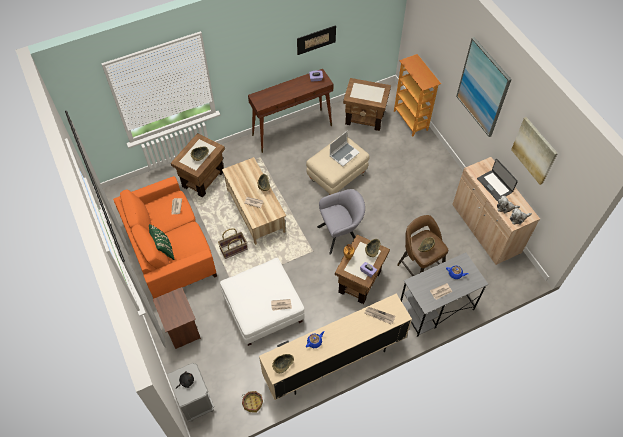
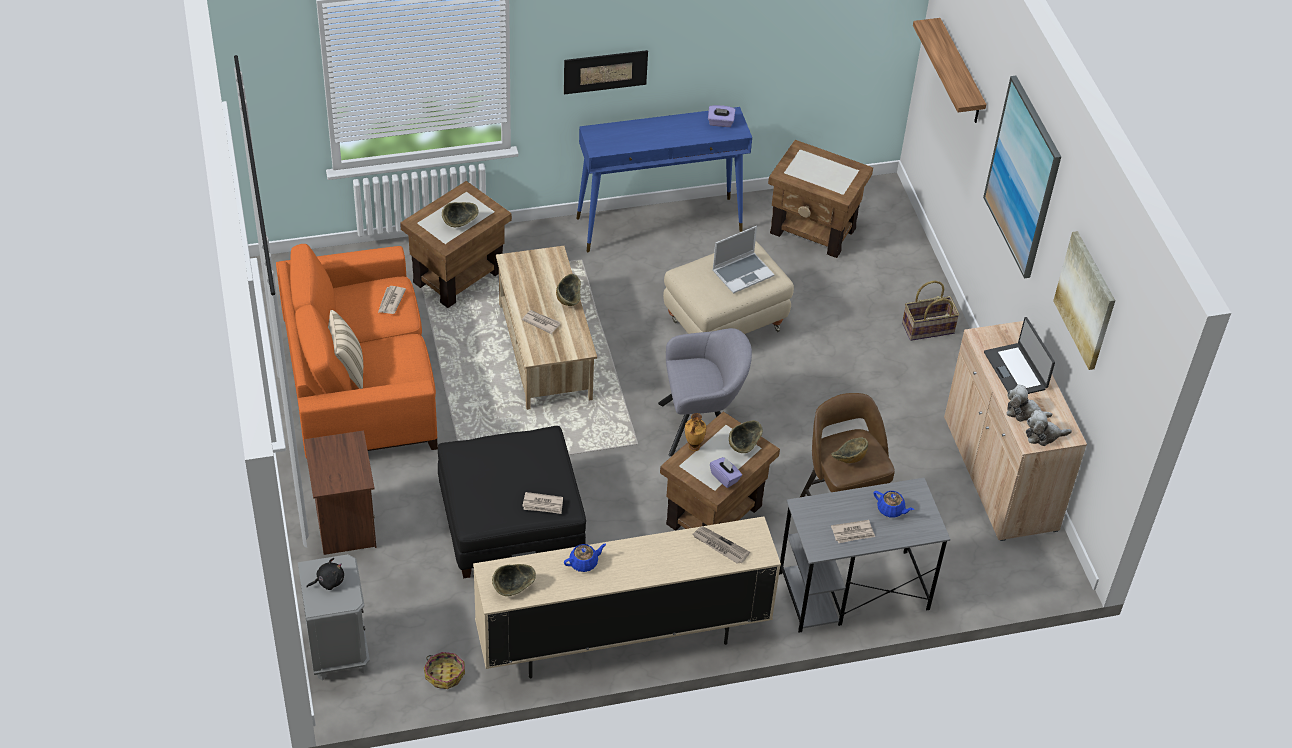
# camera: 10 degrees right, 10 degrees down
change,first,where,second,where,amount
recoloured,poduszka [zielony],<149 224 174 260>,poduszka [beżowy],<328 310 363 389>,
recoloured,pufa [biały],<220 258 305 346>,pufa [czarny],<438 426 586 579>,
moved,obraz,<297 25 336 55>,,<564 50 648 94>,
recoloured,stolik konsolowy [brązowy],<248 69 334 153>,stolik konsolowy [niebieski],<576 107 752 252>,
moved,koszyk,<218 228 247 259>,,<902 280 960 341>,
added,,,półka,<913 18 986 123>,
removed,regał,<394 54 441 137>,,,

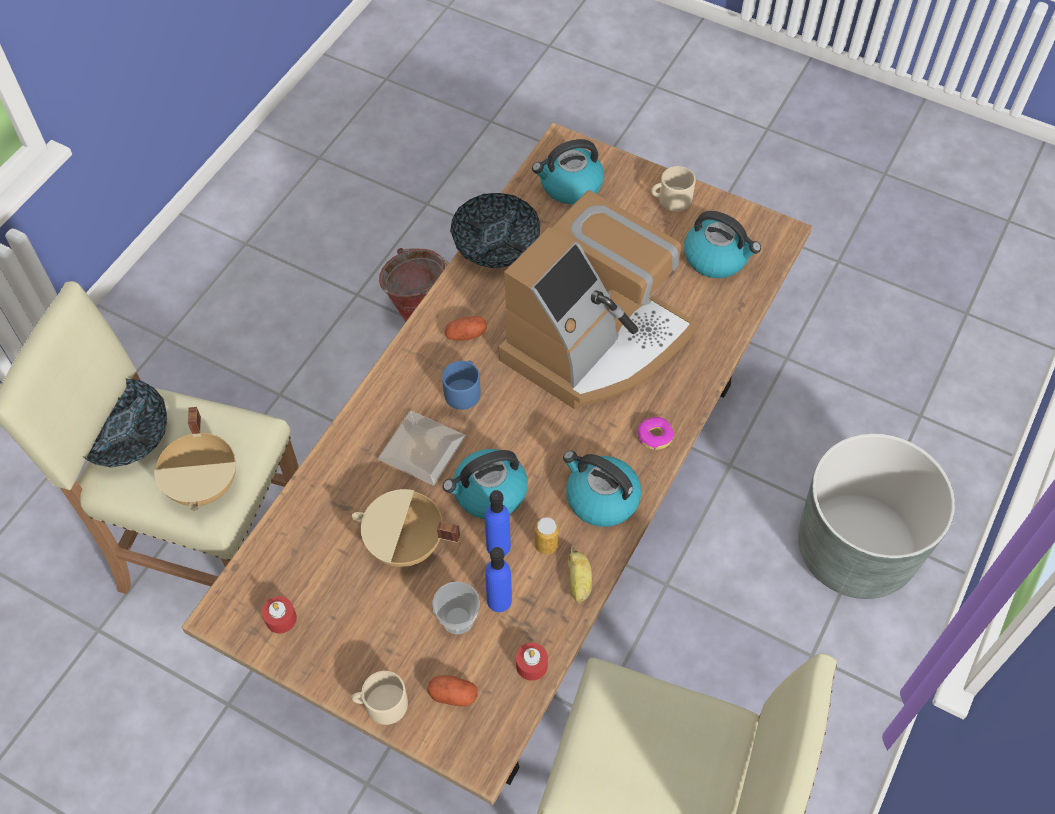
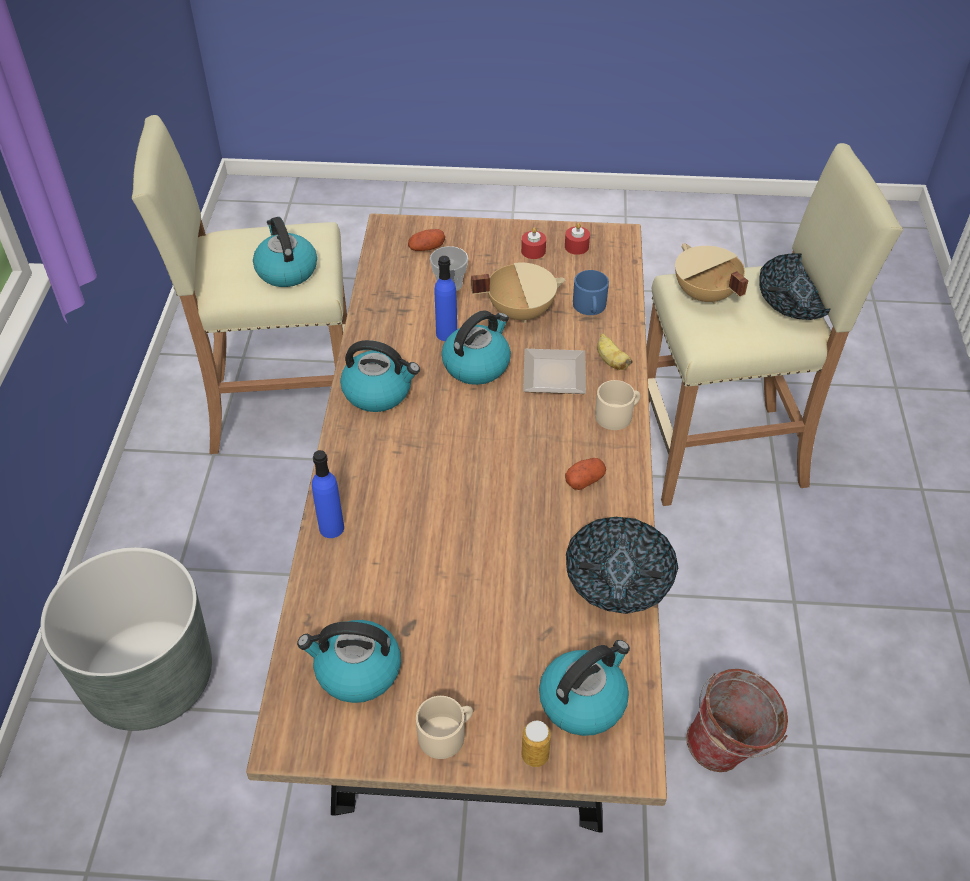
# camera: 155 degrees right, 10 degrees down
change,first,where,second,where,amount
added,,,czajnik,<253 217 317 287>,
moved,butelka [niebieski],<485 547 512 612>,,<312 450 344 538>,
moved,świeca [czerwony],<516 643 548 681>,,<521 227 546 259>,
moved,puszka,<535 517 559 555>,,<522 721 551 767>,
moved,kubek [niebieski],<442 360 481 410>,,<573 270 609 315>,
moved,kubek [beżowy],<351 671 408 725>,,<595 380 641 430>,
moved,banan,<568 546 592 604>,,<597 333 633 370>,
removed,ekspres do kawy,<499 190 700 409>,,,
removed,donut,<637 417 674 450>,,,

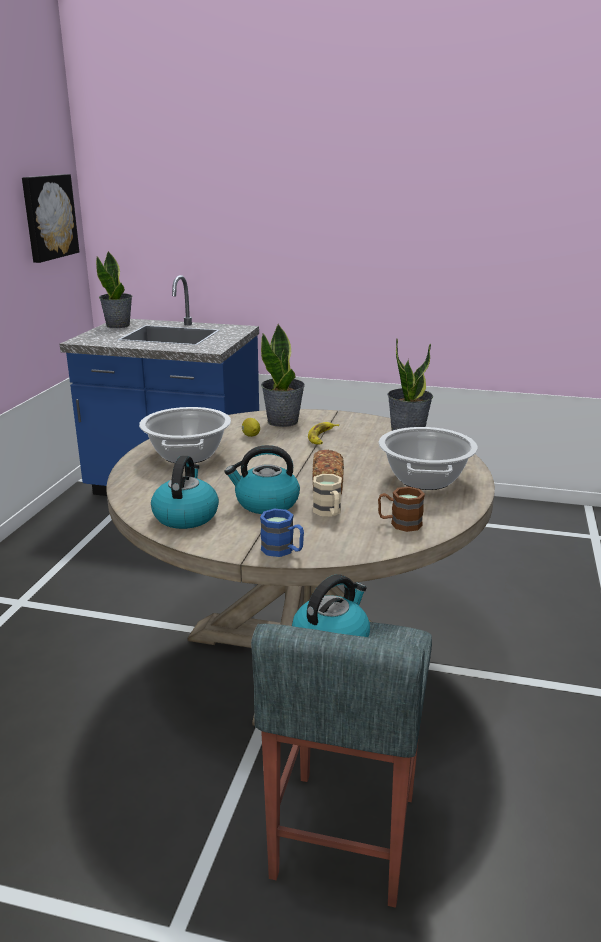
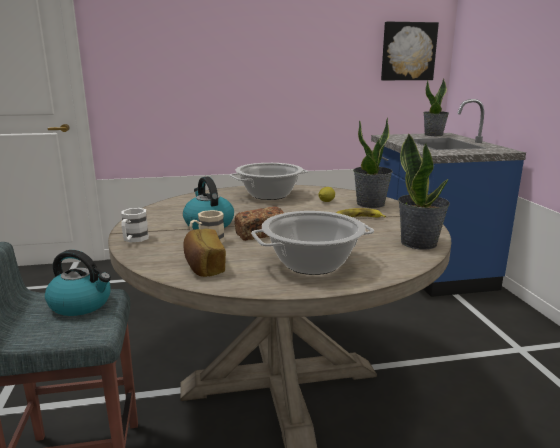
# camera: 65 degrees right, 5 degrees down
change,first,where,second,where,amount
recoloured,kubek [niebieski],<260 509 304 557>,kubek [biały],<121 208 149 242>,
replaced,kubek [brązowy],<378 487 425 532>,chleb,<183 229 226 277>,
removed,czajnik,<151 456 219 529>,,,

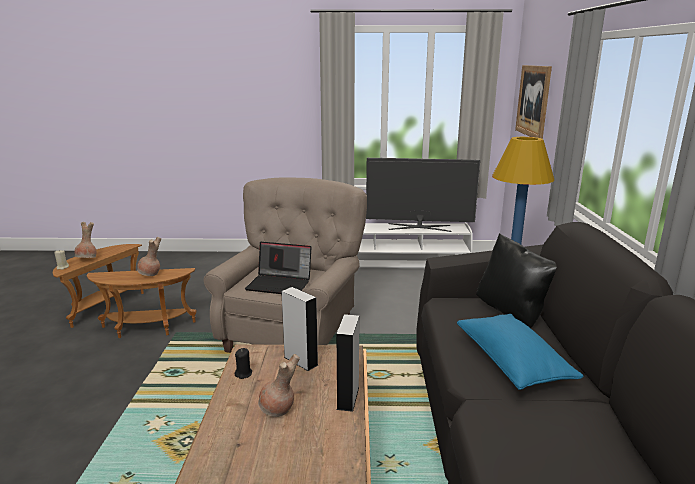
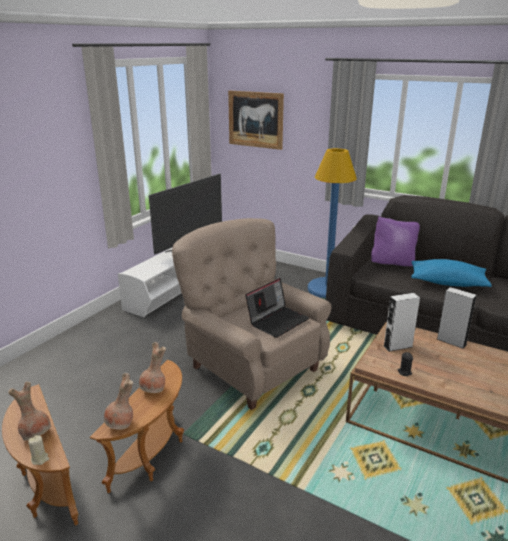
# camera: 60 degrees left, 5 degrees up
change,first,where,second,where,amount
moved,wazon [brązowy],<258 354 300 417>,,<104 373 133 430>,
recoloured,poduszka [czarny],<476 233 556 328>,poduszka [fioletowy],<371 216 420 266>,

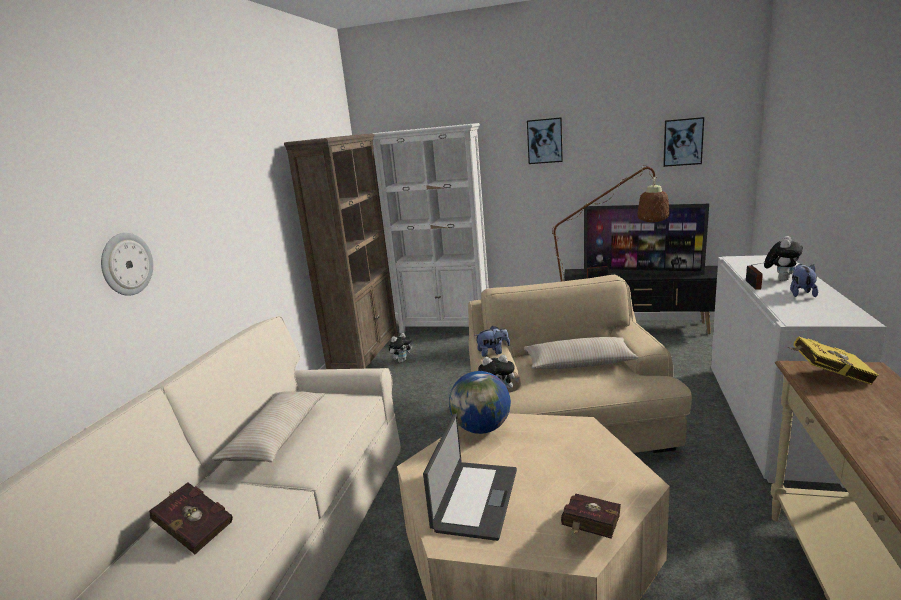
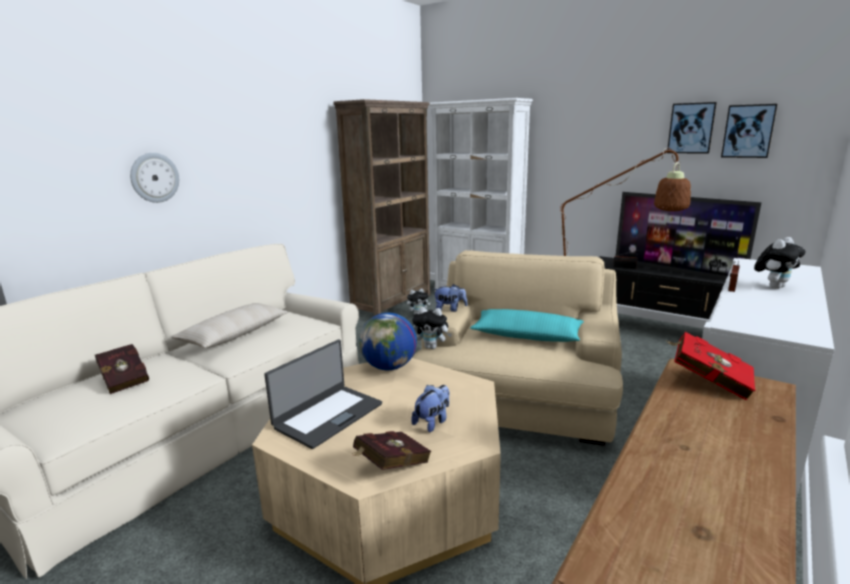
# camera: 20 degrees right, 0 degrees up
change,first,where,second,where,amount
moved,pluszak,<790 264 818 297>,,<411 385 450 432>,
recoloured,poduszka [beżowy],<524 337 639 369>,poduszka [turkusowy],<470 309 584 342>,
recoloured,książka [żółty],<788 336 879 385>,książka [czerwony],<665 332 755 401>,
moved,obraz,<527 117 563 164>,,<667 102 717 154>,

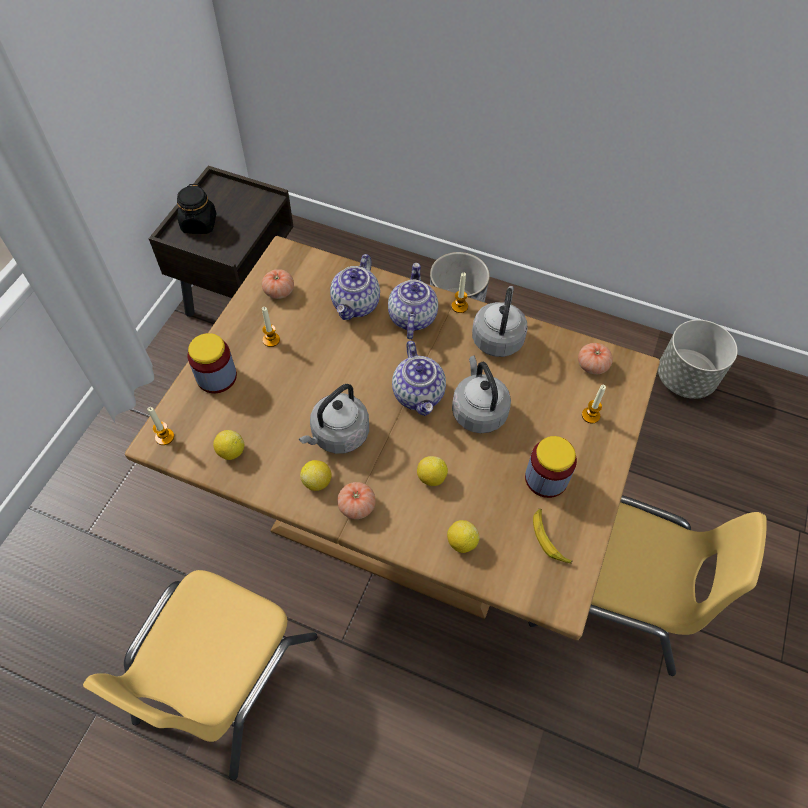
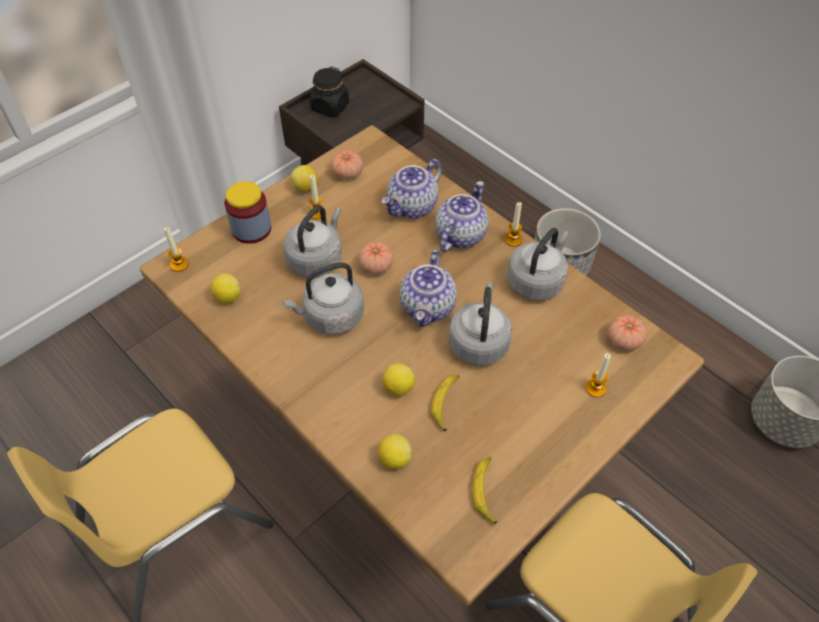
# camera: 25 degrees right, 5 degrees down
change,first,where,second,where,amount
added,,,czajnik [szary],<283 205 342 278>,
moved,cytryna,<300 460 332 491>,,<291 165 317 192>,
moved,pomidor,<337 482 376 519>,,<358 242 394 275>,
added,,,banan,<431 375 460 431>,
removed,słoik,<525 436 577 498>,,,

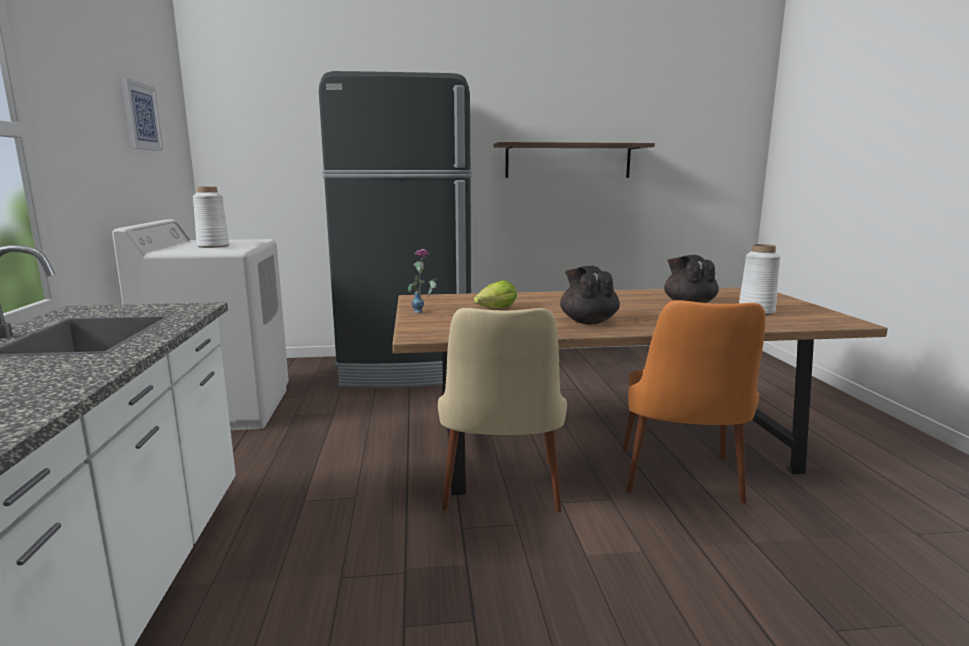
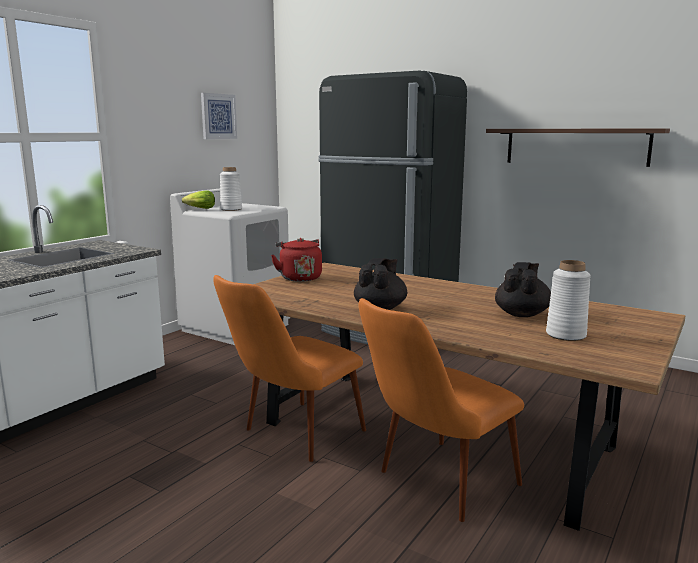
# camera: 40 degrees right, 0 degrees up
change,first,where,second,where,amount
moved,sałata,<474 280 517 308>,,<182 191 215 209>,
recoloured,krzesło [beżowy],<438 308 567 512>,krzesło [pomarańczowy],<213 275 366 462>,
replaced,wazon,<408 249 438 313>,czajnik [czerwony],<271 238 322 282>,

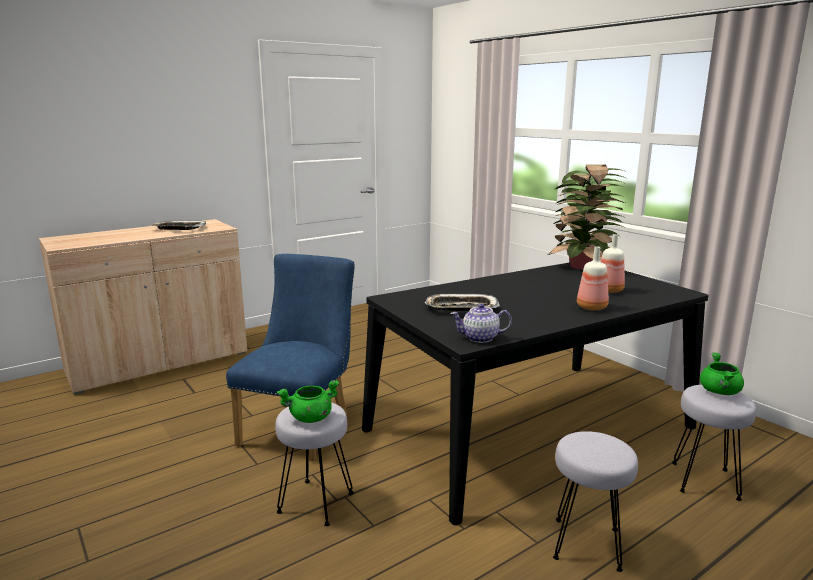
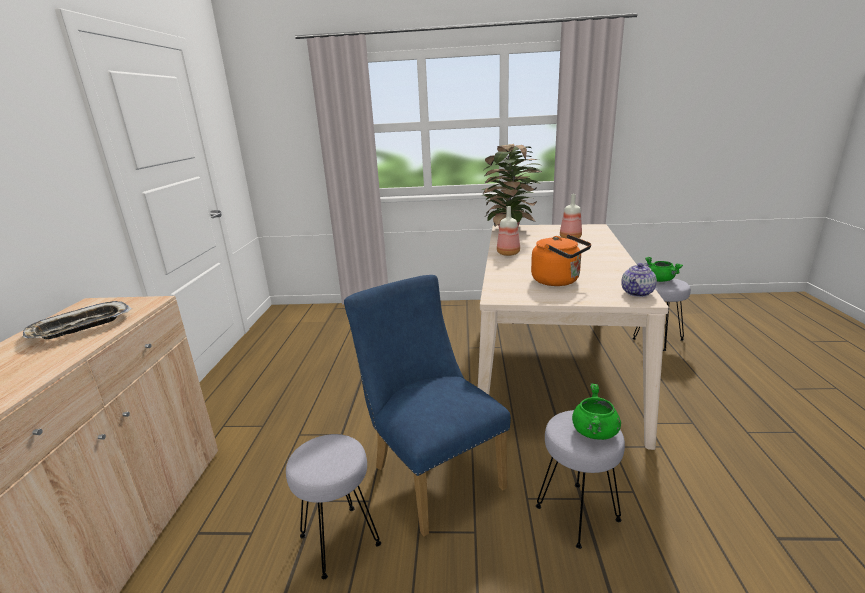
# camera: 50 degrees left, 5 degrees up
change,first,where,second,where,amount
moved,stołek [szary],<553 431 638 572>,,<286 434 381 579>,
recoloured,stół jadalny [czarny],<362 262 709 525>,stół jadalny [beżowy],<478 224 669 450>,
moved,butelka,<577 246 609 310>,,<497 206 520 256>,
replaced,taca,<425 294 500 311>,czajnik [pomarańczowy],<531 234 591 286>,

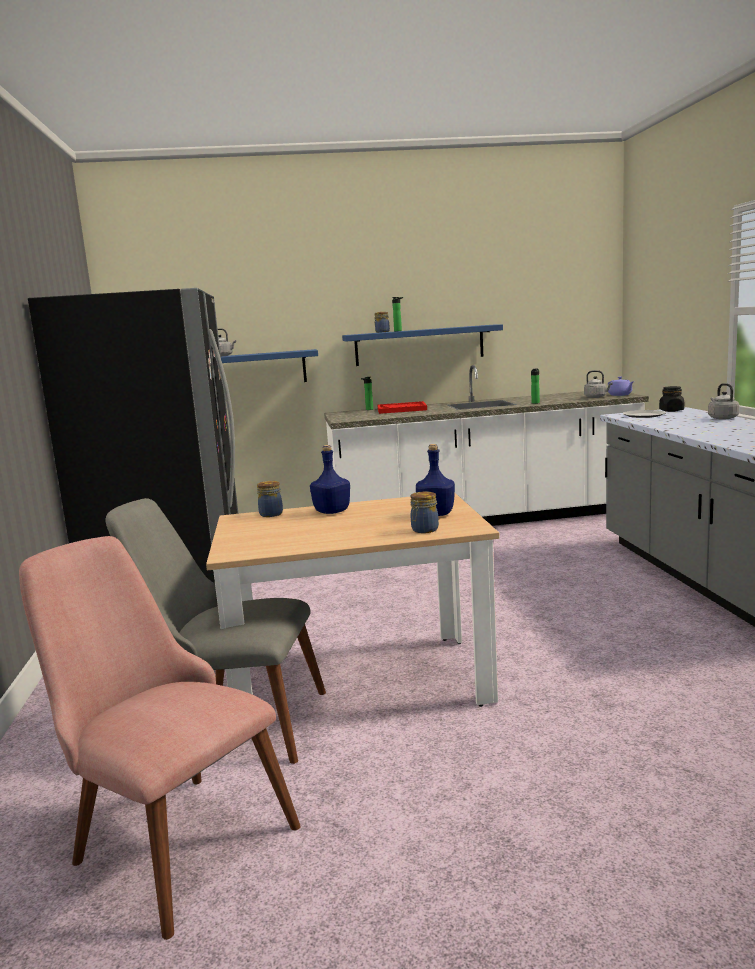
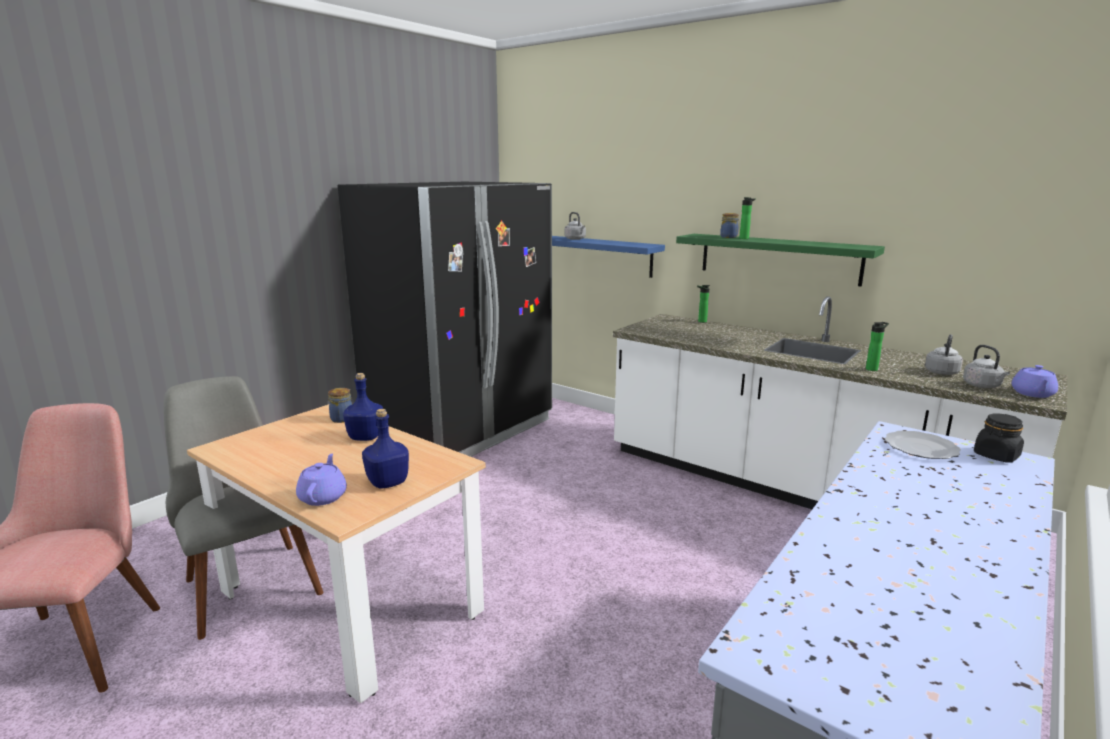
# camera: 45 degrees right, 5 degrees up
change,first,where,second,where,amount
replaced,słoik,<410 491 439 533>,imbryk [fioletowy],<296 454 347 506>,
recoloured,półka [niebieski],<342 324 503 366>,półka [zielony],<676 234 885 287>,
moved,czajnik [szary],<708 383 739 419>,,<925 334 963 375>,
removed,taca [czerwony],<378 401 427 414>,,,

